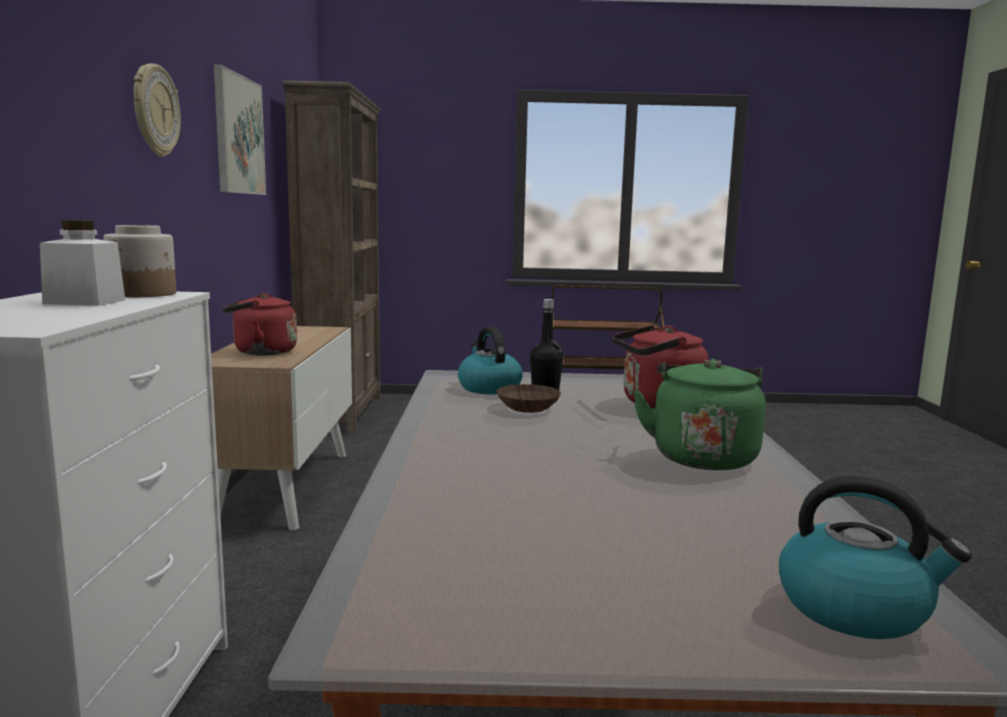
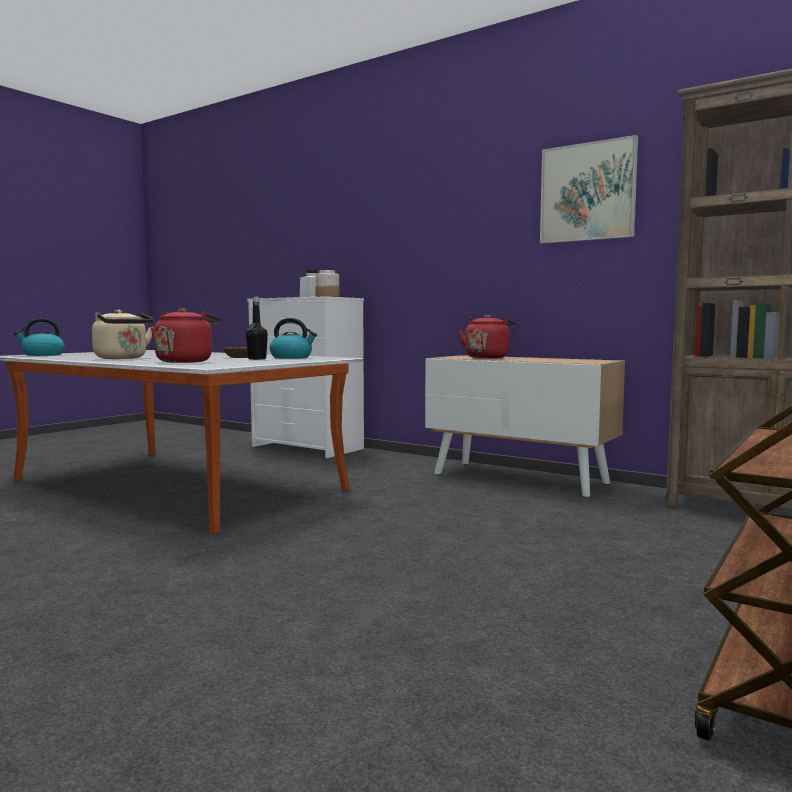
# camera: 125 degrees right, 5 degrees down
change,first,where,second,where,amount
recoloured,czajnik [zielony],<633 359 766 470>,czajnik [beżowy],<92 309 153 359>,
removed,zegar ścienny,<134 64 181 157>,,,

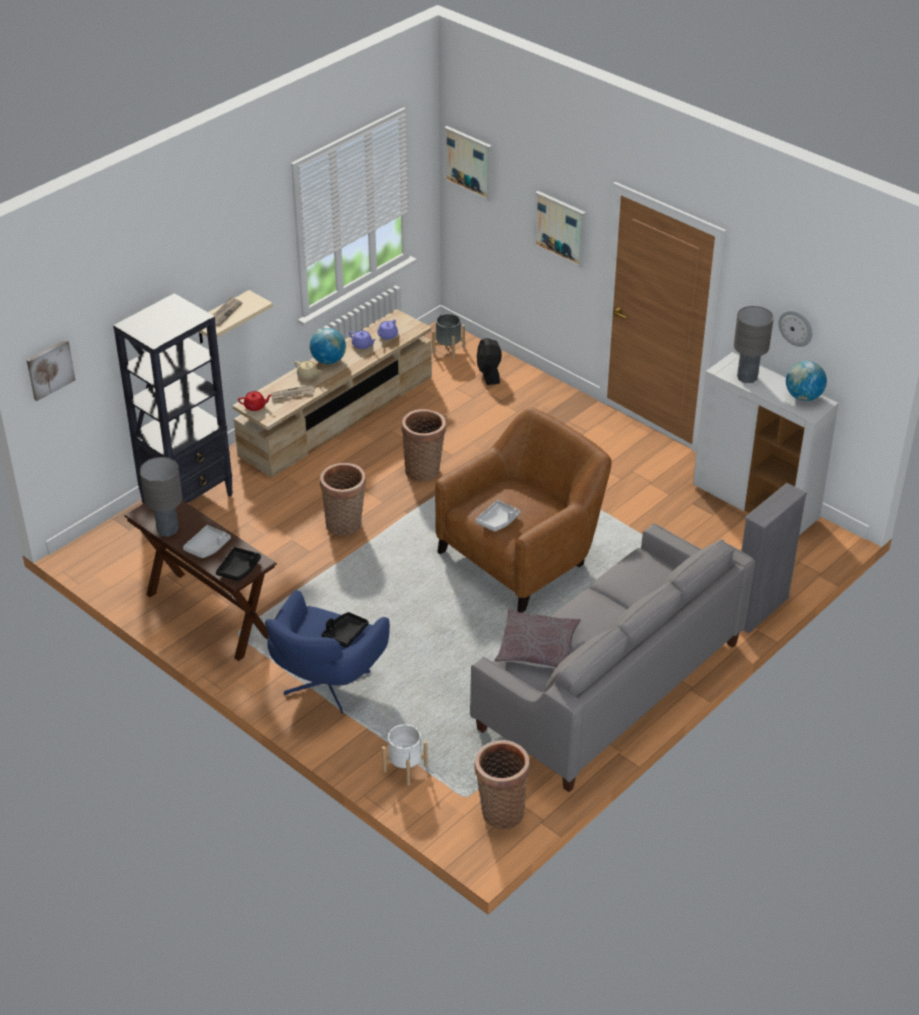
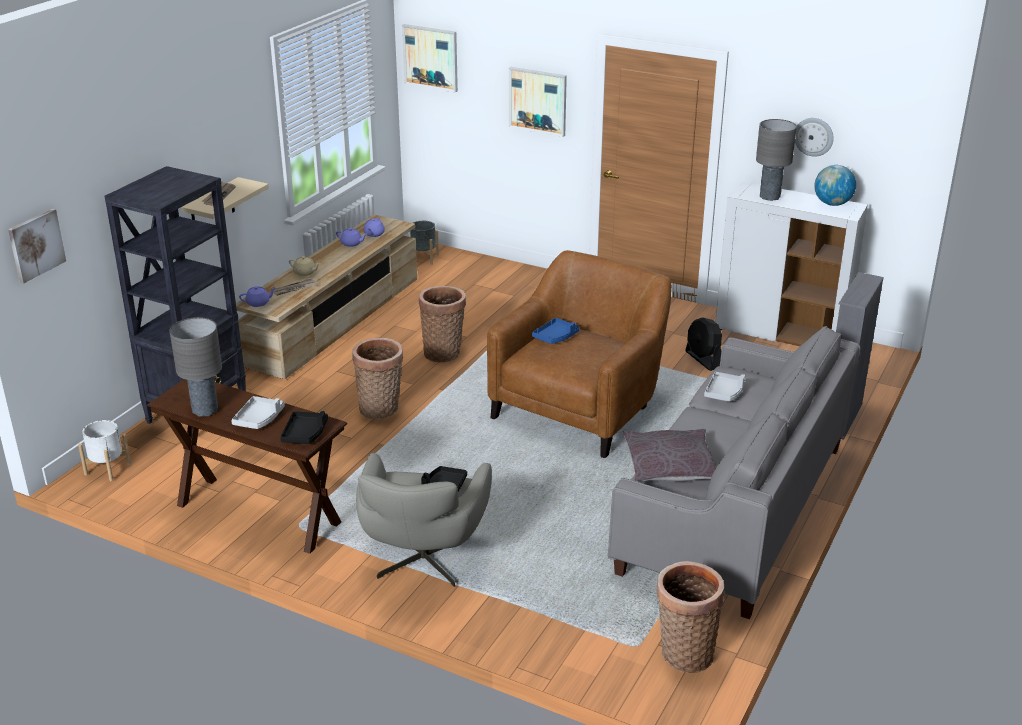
# camera: 15 degrees left, 10 degrees down
change,first,where,second,where,amount
moved,donica [biały],<382 724 428 786>,,<78 420 131 481>,
recoloured,imbryk [czerwony],<238 391 272 411>,imbryk [fioletowy],<239 286 277 307>,
recoloured,fotel [niebieski],<265 590 390 714>,fotel [szary],<356 453 492 587>,
added,,,taca [niebieski],<532 318 580 344>,
moved,wentylator [czarny],<477 338 502 385>,,<685 317 722 371>,
moved,taca [szary],<476 500 520 531>,,<704 372 746 402>,
removed,globus,<310 328 346 364>,,,

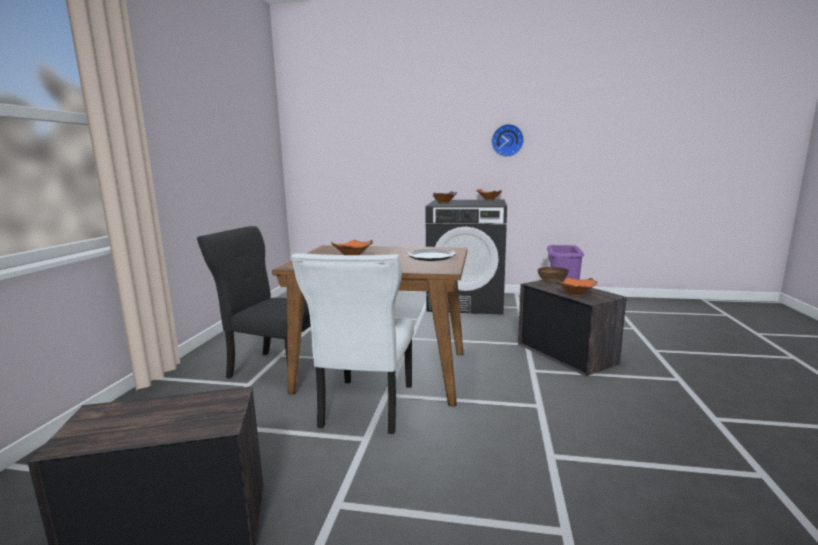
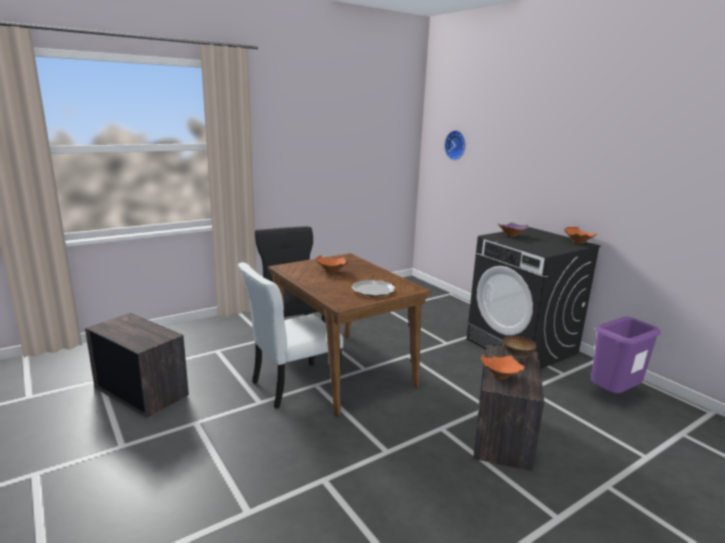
# camera: 45 degrees right, 5 degrees up
change,first,where,second,where,amount
moved,zegar ścienny,<491 124 524 157>,,<445 130 466 160>,

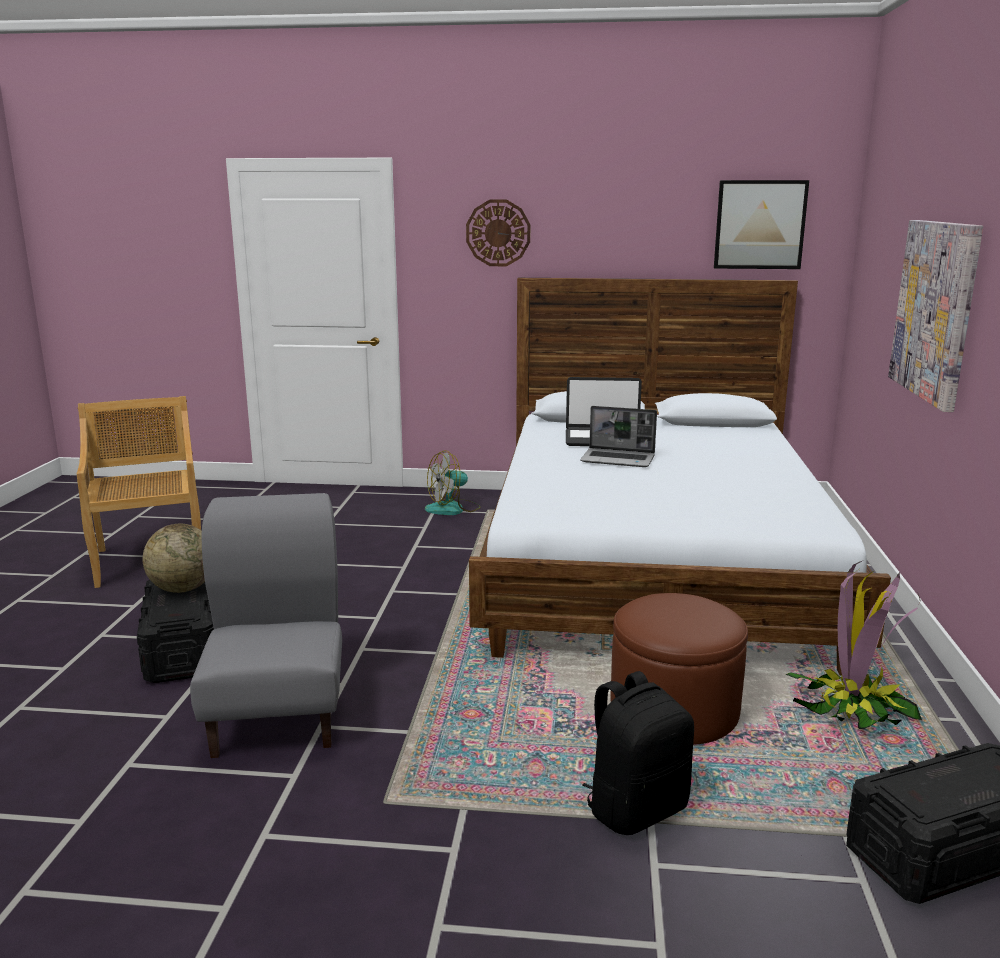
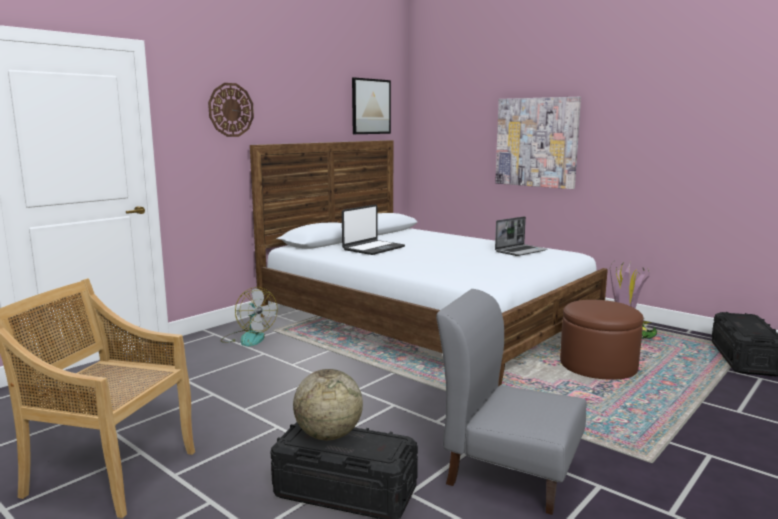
# camera: 55 degrees left, 5 degrees down
change,first,where,second,where,amount
turned,wentylator,<425 451 481 515>,,<221 287 278 346>,45 degrees counterclockwise
moved,laptop,<580 406 657 467>,,<495 216 547 256>,
removed,plecak [czarny],<582 671 694 835>,,,

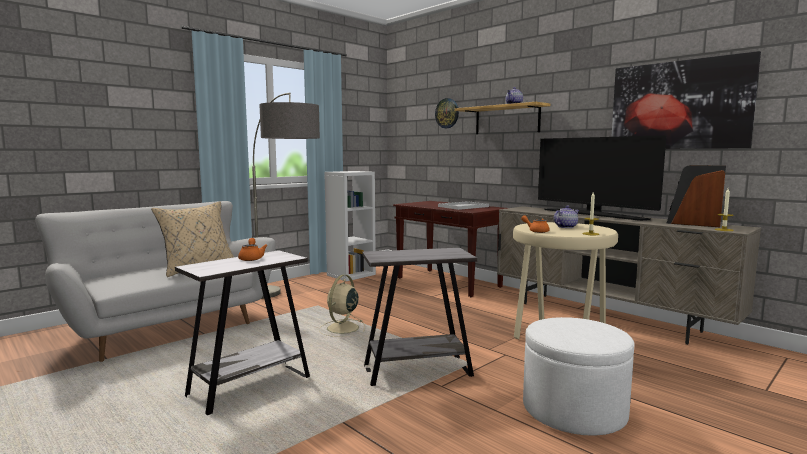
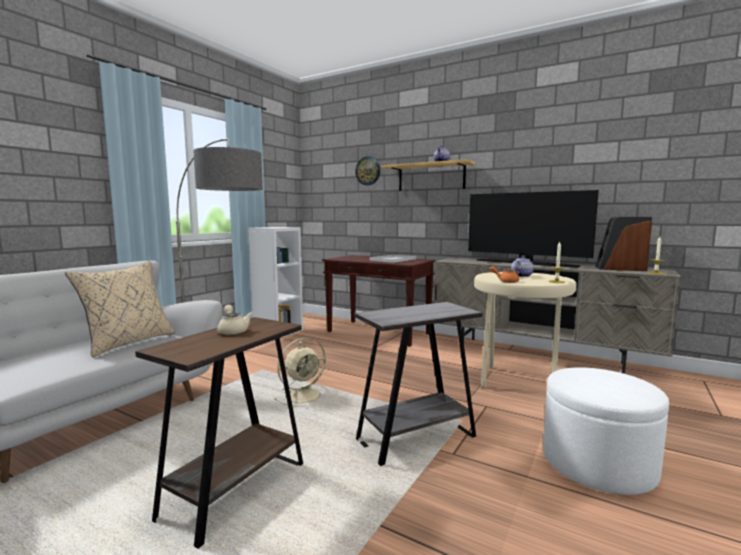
# camera: 15 degrees left, 0 degrees up
change,first,where,second,where,amount
recoloured,stolik [biały],<175 250 310 415>,stolik [brązowy],<135 317 303 549>,
recoloured,imbryk [pomarańczowy],<238 238 267 261>,imbryk [beżowy],<217 305 253 335>,
turned,wentylator [beżowy],<319 275 365 337>,,<274 338 330 407>,135 degrees counterclockwise
removed,obraz,<611 51 761 149>,,,

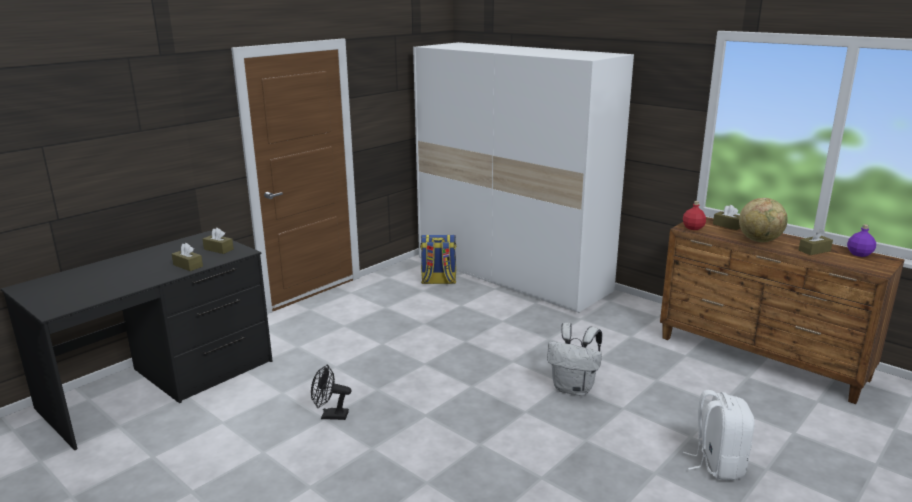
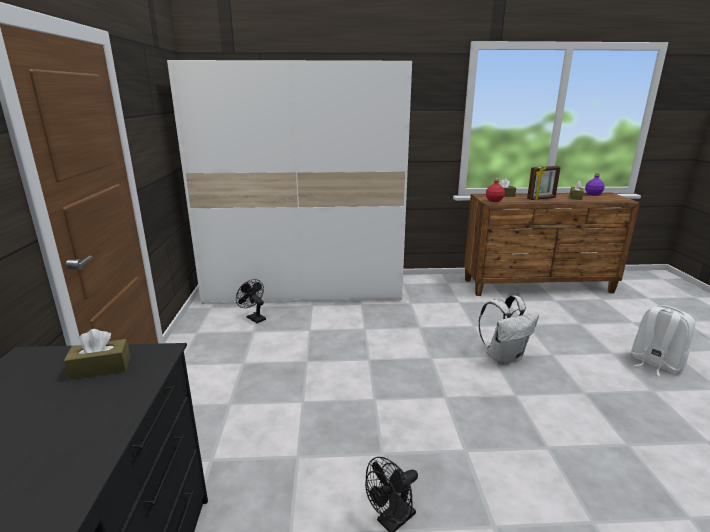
# camera: 45 degrees left, 0 degrees up
change,first,where,second,where,amount
replaced,plecak,<420 235 456 284>,wentylator [czarny],<236 279 266 323>,
replaced,globus,<739 198 788 242>,ramka na zdjęcie,<527 166 561 200>,
removed,pudełko chusteczek [brązowy],<172 243 203 271>,,,

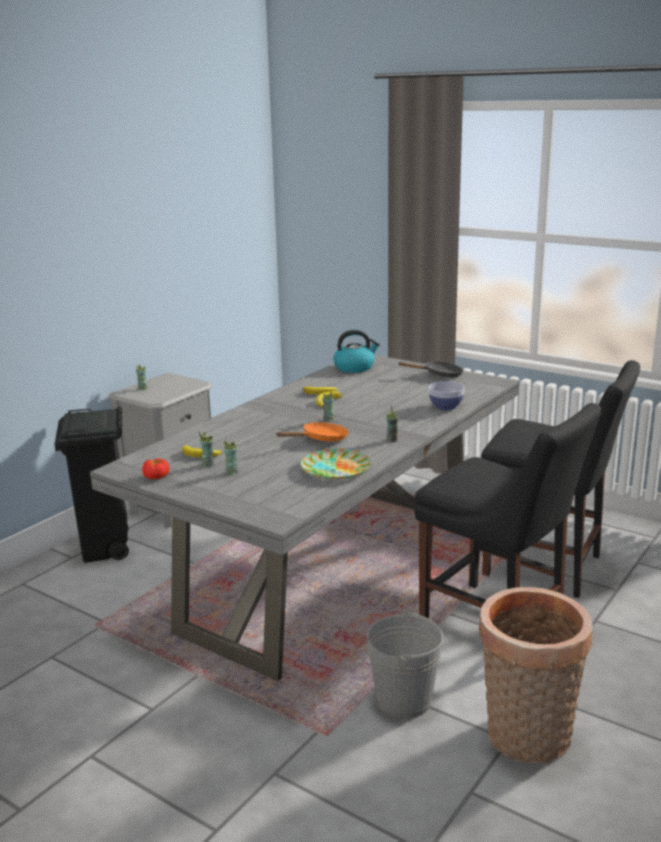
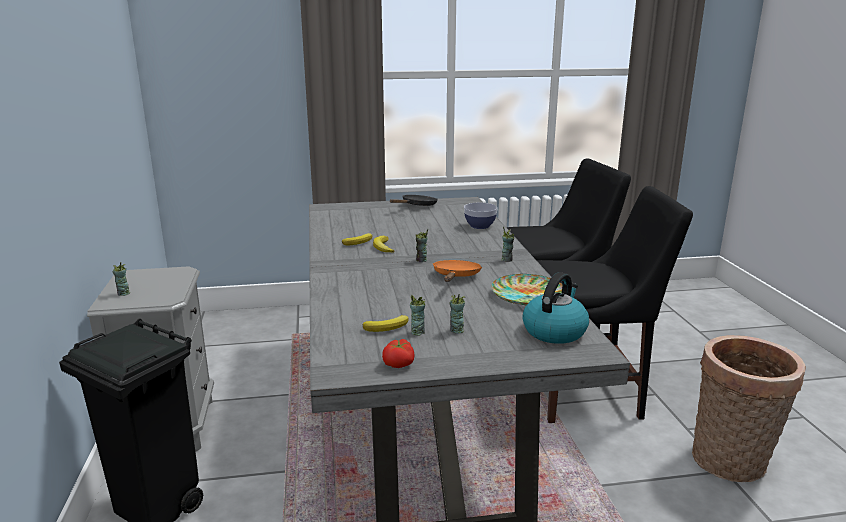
# camera: 45 degrees left, 0 degrees up
change,first,where,second,where,amount
moved,czajnik,<333 330 380 373>,,<522 272 589 344>,
removed,wiadro [szary],<367 609 443 719>,,,

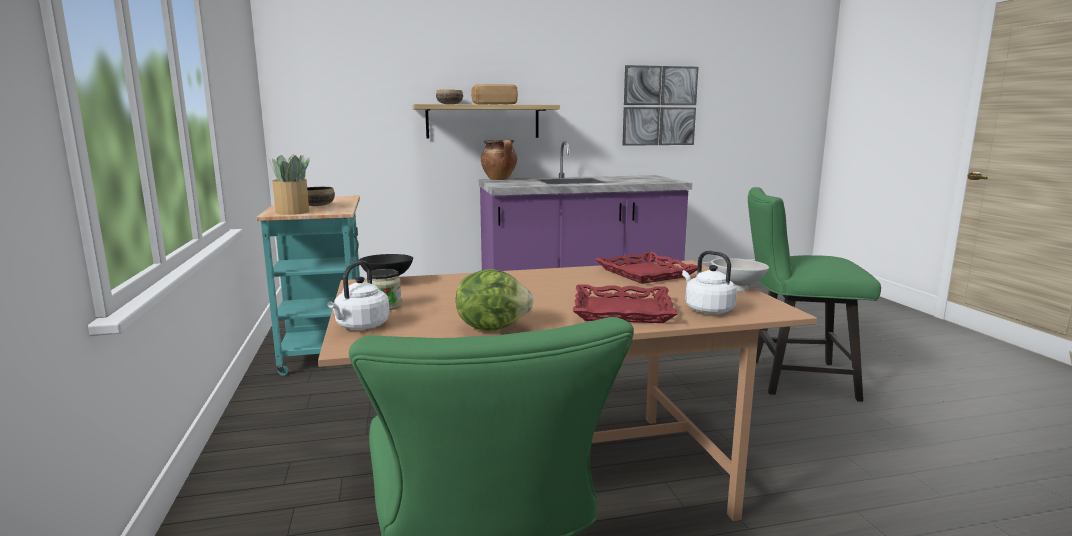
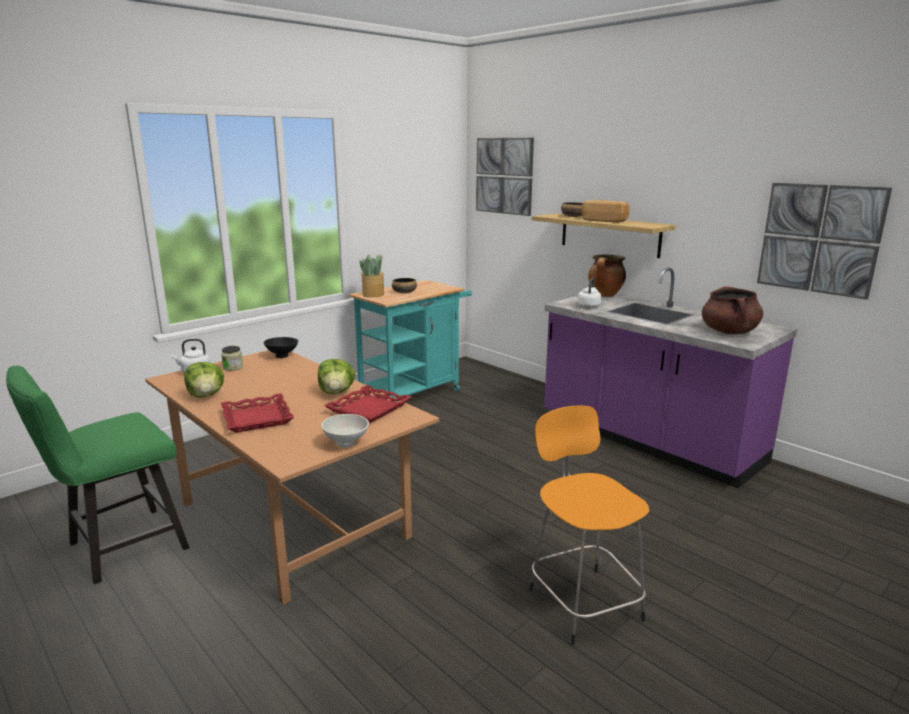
# camera: 60 degrees right, 5 degrees up
change,first,where,second,where,amount
added,,,sałata,<318 359 355 394>,
added,,,obraz,<476 138 534 216>,
replaced,krzesło [zielony],<748 187 881 402>,stołek [pomarańczowy],<529 405 649 645>,
moved,czajnik [biały],<682 251 737 314>,,<578 278 601 308>,
added,,,garnek [brązowy],<702 287 763 334>,

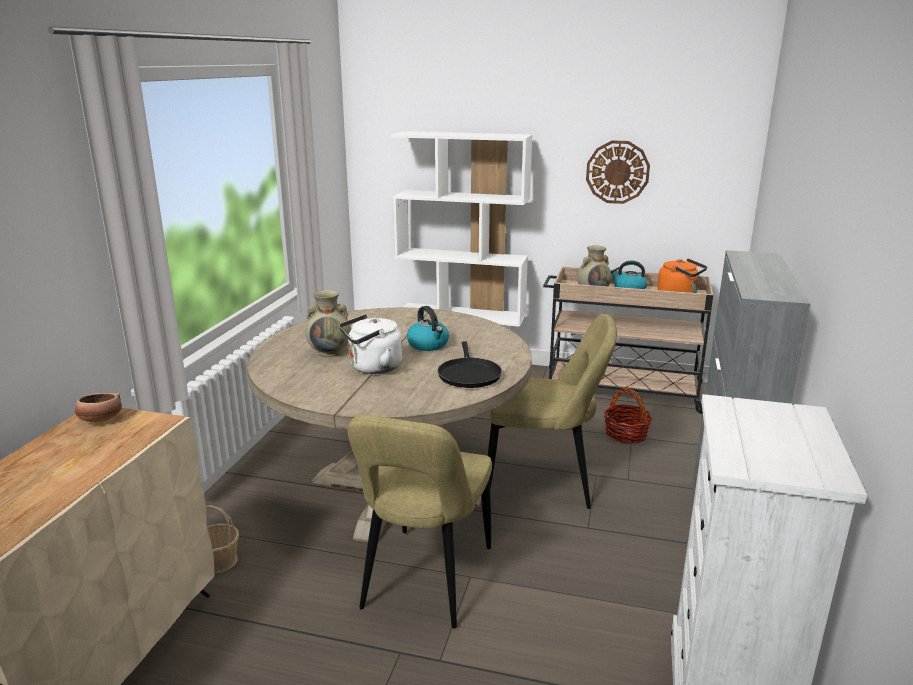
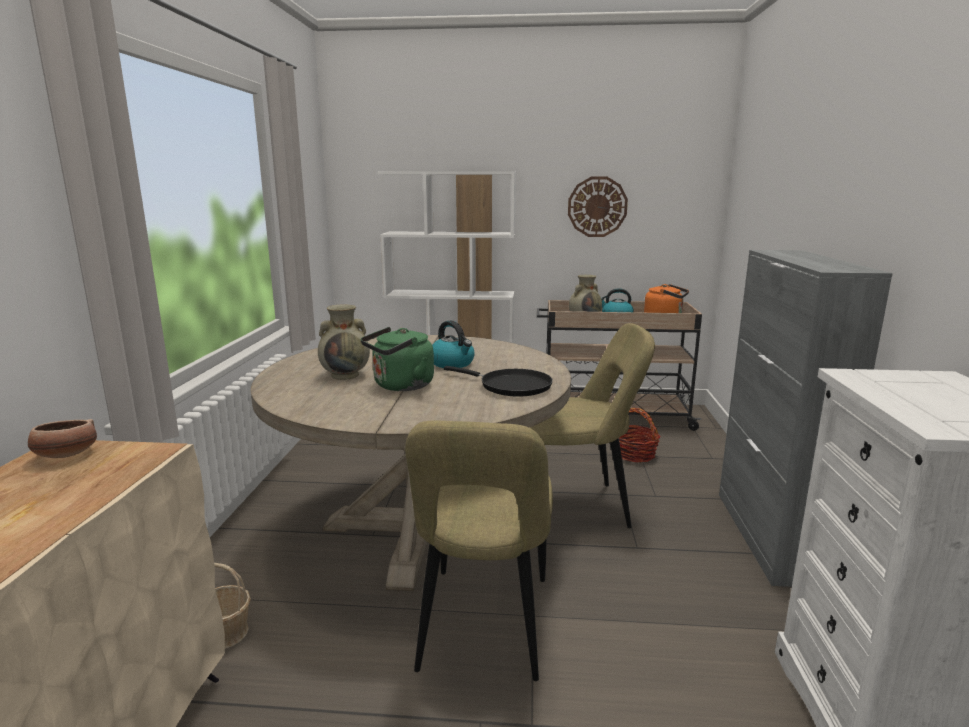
# camera: 10 degrees left, 5 degrees down
change,first,where,second,where,amount
recoloured,czajnik [biały],<339 314 402 374>,czajnik [zielony],<360 327 434 391>,
turned,patelnia [czarny],<438 341 502 388>,,<444 366 553 397>,45 degrees counterclockwise

